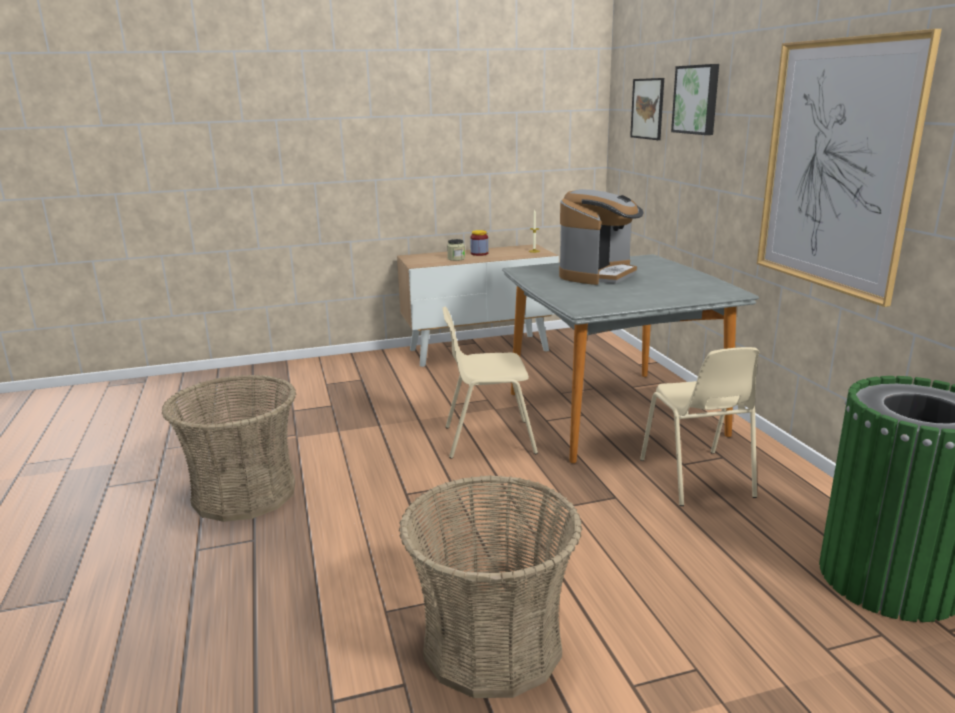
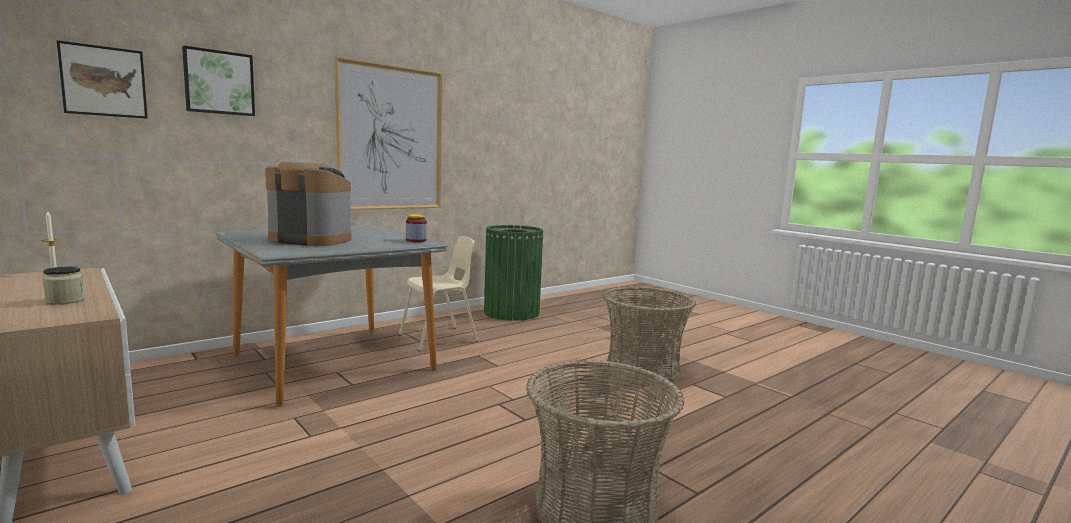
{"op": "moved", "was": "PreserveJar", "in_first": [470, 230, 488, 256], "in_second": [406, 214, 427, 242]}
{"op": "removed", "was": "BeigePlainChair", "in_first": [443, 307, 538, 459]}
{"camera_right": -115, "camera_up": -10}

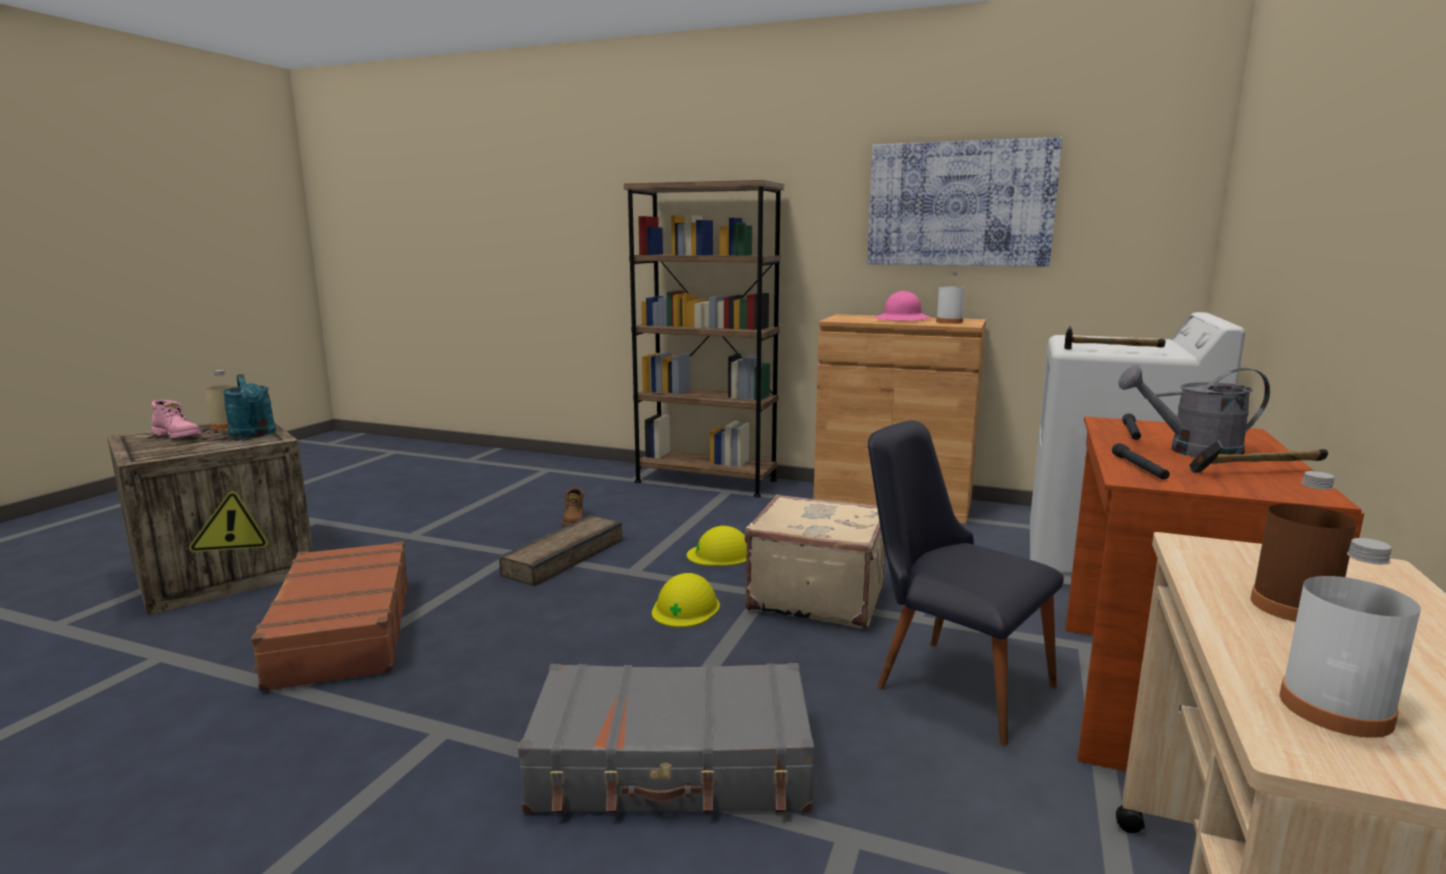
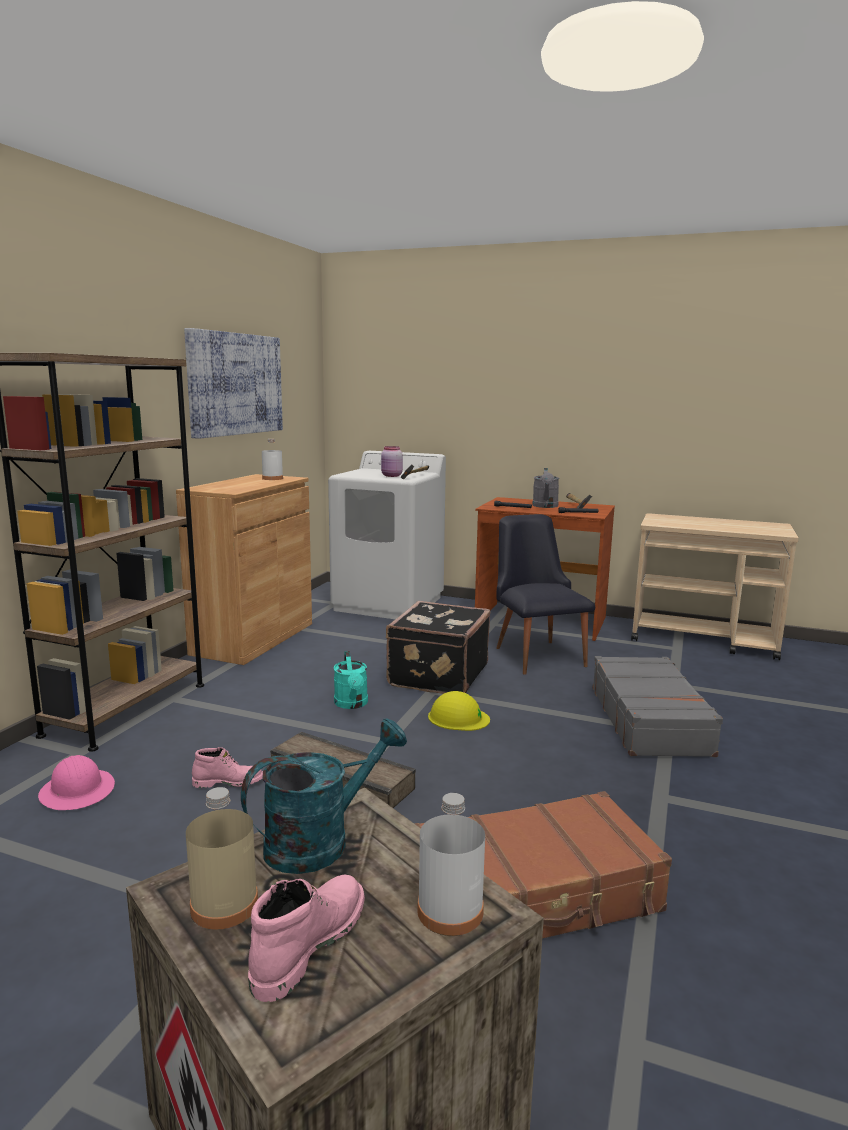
{"op": "moved", "was": "PinkWorkHelmet", "in_first": [874, 291, 931, 321], "in_second": [38, 755, 115, 810]}
{"op": "turned", "was": "BlackishPlainChair", "in_first": [868, 420, 1064, 746], "in_second": [496, 514, 595, 675], "clockwise": 120}
{"op": "removed", "was": "BrownDrinkBottle", "in_first": [1250, 471, 1357, 622]}
{"op": "recoloured", "was": "BrownTallBoot", "now": "PinkTallBoot", "in_first": [562, 488, 584, 526], "in_second": [192, 747, 263, 788]}
{"op": "recoloured", "was": "BeigePieceOfLuggage", "now": "BlackishPieceOfLuggage", "in_first": [745, 494, 885, 629], "in_second": [386, 601, 490, 694]}
{"op": "replaced", "was": "YellowColouredWorkHelmet", "now": "TurquoiseColouredSprinklingCan", "in_first": [687, 526, 747, 566], "in_second": [333, 651, 368, 709]}
{"op": "moved", "was": "WhitishDrinkBottle", "in_first": [1280, 538, 1421, 738], "in_second": [417, 793, 485, 936]}
{"op": "added", "now": "PinkPreserveJar", "in_second": [381, 446, 403, 477]}
{"camera_right": -90, "camera_up": 0}

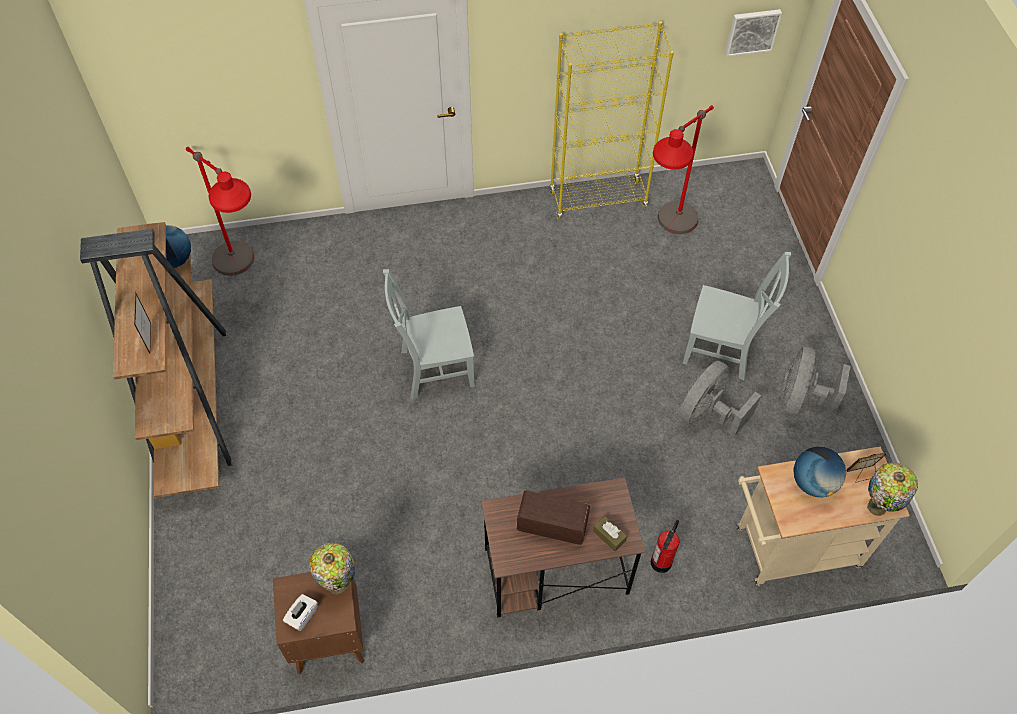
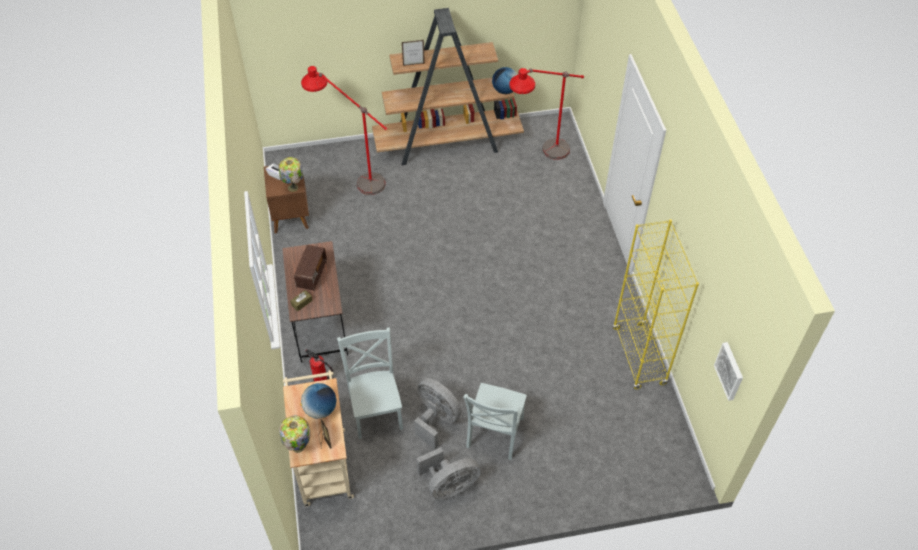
{"op": "moved", "was": "RedFloorLamp", "in_first": [653, 105, 714, 234], "in_second": [301, 66, 387, 195]}
{"op": "moved", "was": "GreyishPlainChair", "in_first": [383, 269, 475, 400], "in_second": [337, 328, 403, 439]}
{"op": "turned", "was": "GreyishElectricFan", "in_first": [781, 347, 851, 415], "in_second": [416, 447, 481, 499], "clockwise": 135}
{"camera_right": 90, "camera_up": -5}

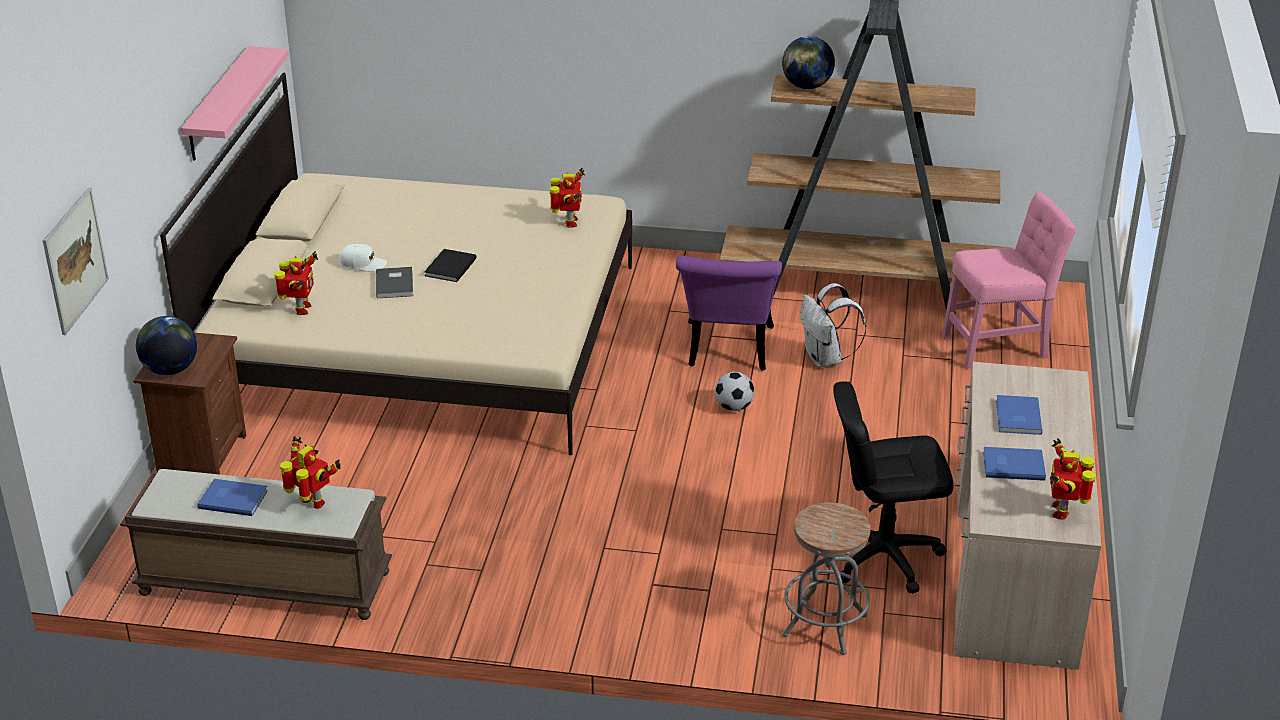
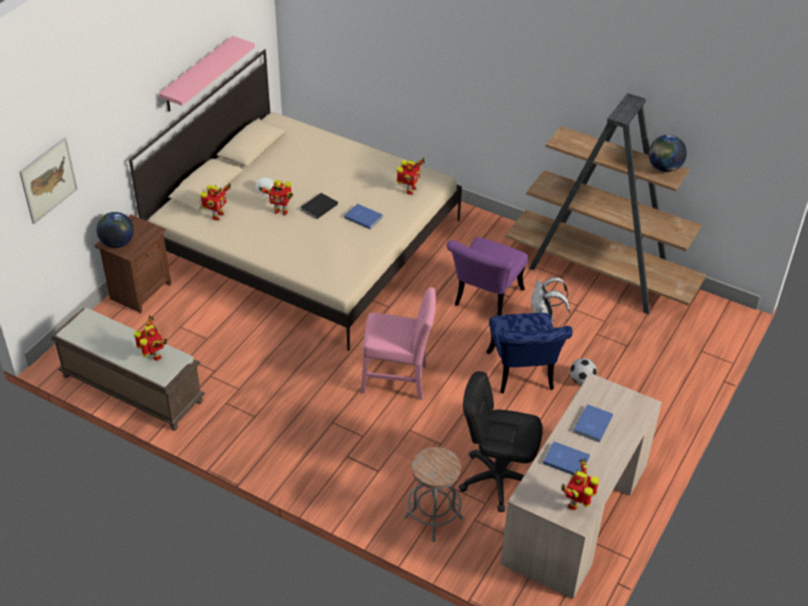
{"op": "moved", "was": "DeskGlobe", "in_first": [782, 36, 835, 89], "in_second": [649, 135, 687, 172]}
{"op": "moved", "was": "PinkPlainChair", "in_first": [942, 192, 1076, 369], "in_second": [361, 287, 436, 400]}
{"op": "replaced", "was": "GreyishBook", "now": "ModelRobot", "in_first": [376, 267, 413, 298], "in_second": [259, 180, 293, 216]}
{"op": "moved", "was": "Football", "in_first": [715, 372, 754, 411], "in_second": [570, 358, 597, 385]}
{"op": "moved", "was": "BluishBook", "in_first": [198, 479, 268, 516], "in_second": [344, 204, 383, 229]}
{"op": "added", "now": "BluishPlainChair", "in_second": [487, 313, 573, 394]}
{"camera_right": 20, "camera_up": 10}

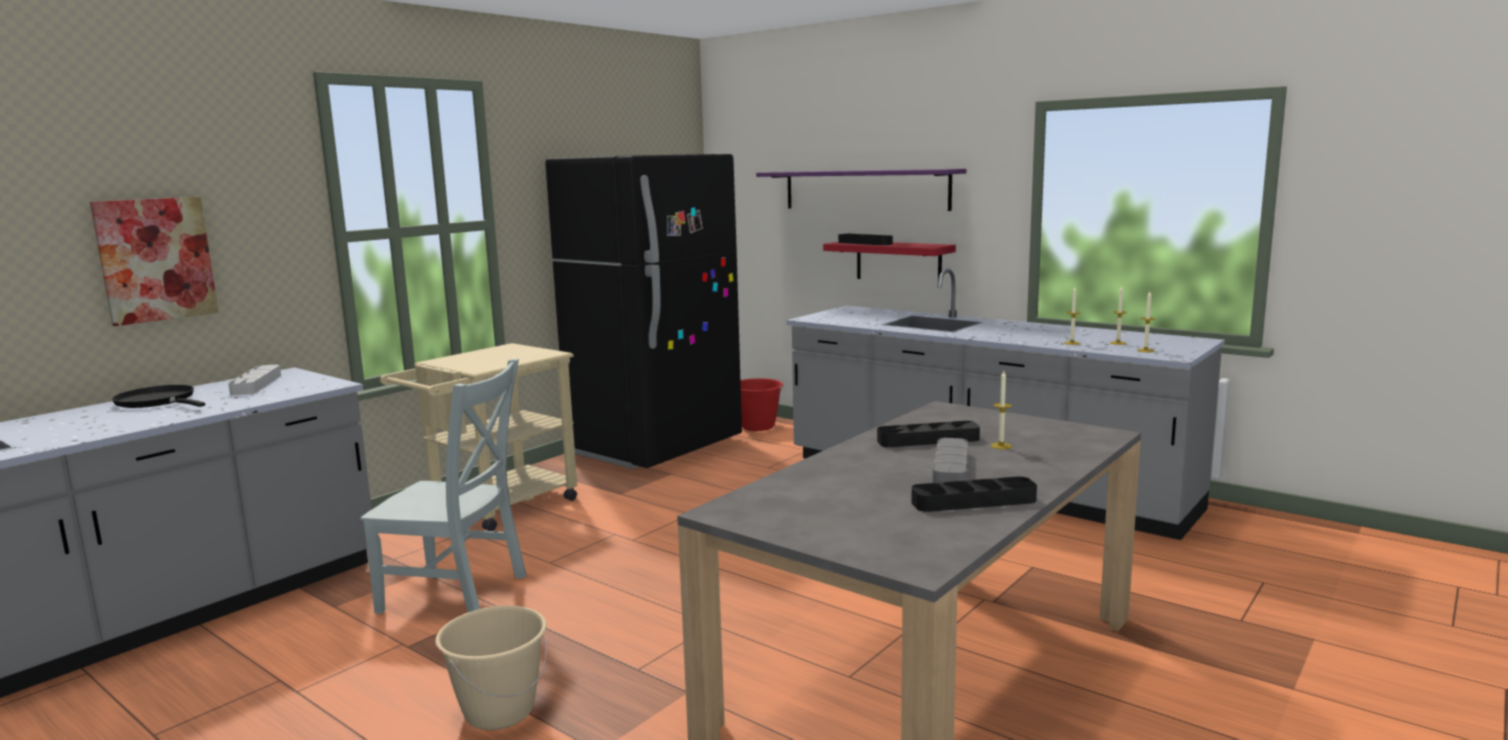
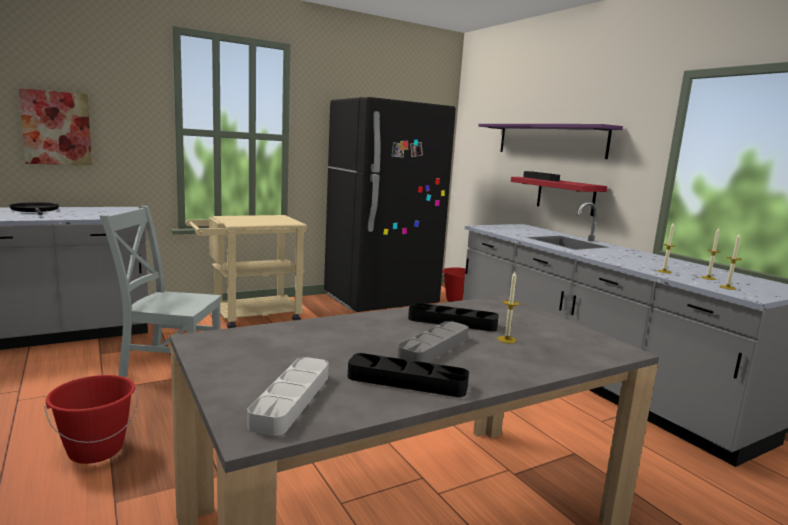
{"op": "turned", "was": "GreyishPlainChair", "in_first": [360, 359, 526, 614], "in_second": [99, 206, 222, 377], "clockwise": 150}
{"op": "moved", "was": "GreyishCarryingTray", "in_first": [228, 365, 281, 395], "in_second": [248, 357, 329, 436]}
{"op": "recoloured", "was": "BeigePail", "now": "RedPail", "in_first": [435, 605, 547, 730], "in_second": [44, 375, 138, 464]}
{"camera_right": 20, "camera_up": 0}

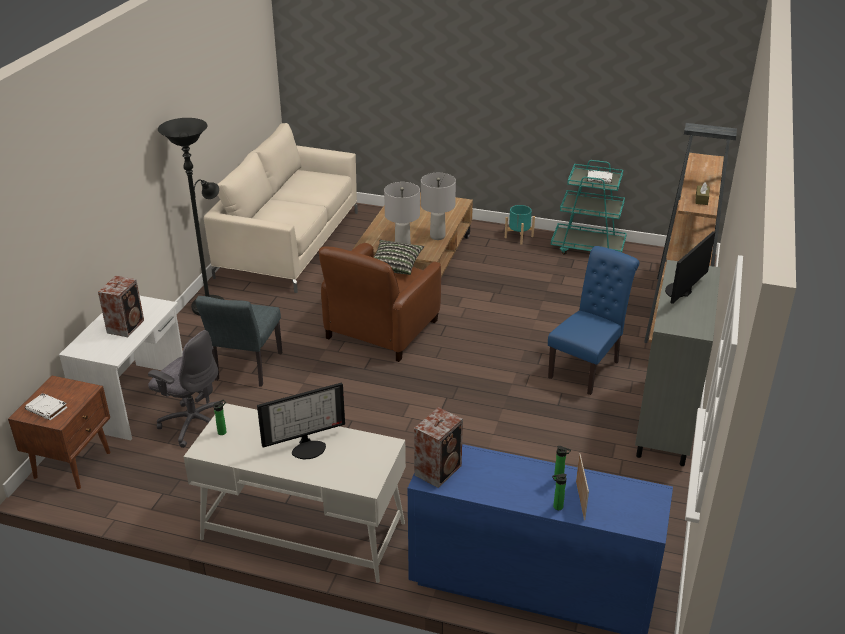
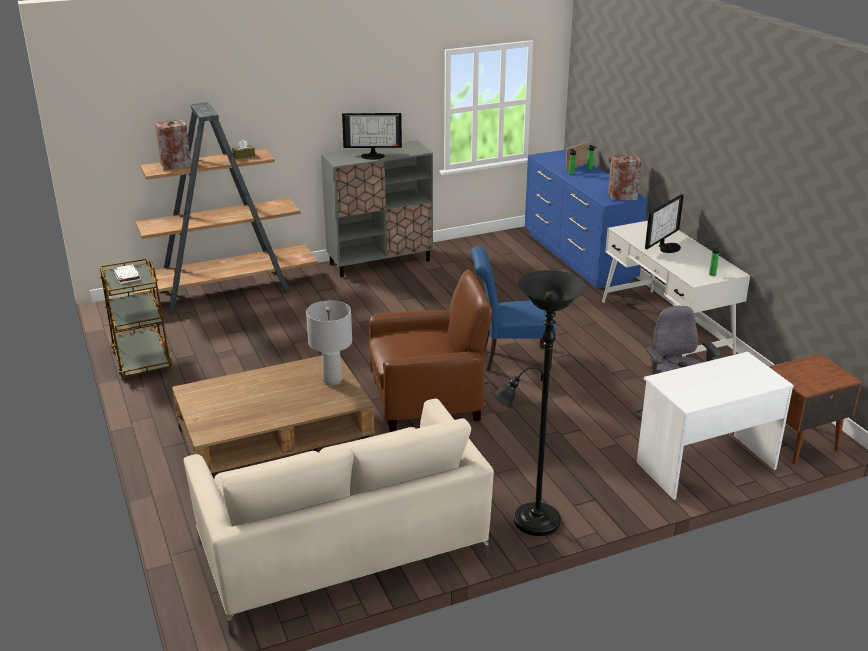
{"op": "recoloured", "was": "TurquoiseColouredCart", "now": "BrownCart", "in_first": [551, 160, 627, 255], "in_second": [100, 258, 172, 377]}
{"op": "removed", "was": "GreyishTabletopLamp", "in_first": [421, 173, 456, 240]}
{"op": "removed", "was": "TurquoiseColouredPlanter", "in_first": [505, 205, 535, 245]}
{"op": "removed", "was": "Cushion", "in_first": [373, 240, 424, 275]}
{"op": "moved", "was": "BluishPlainChair", "in_first": [548, 246, 639, 395], "in_second": [471, 246, 556, 371]}
{"op": "moved", "was": "Speaker", "in_first": [98, 276, 144, 337], "in_second": [155, 120, 191, 170]}
{"op": "removed", "was": "GreyishPlainChair", "in_first": [196, 296, 282, 387]}
{"op": "turned", "was": "ComputerScreen", "in_first": [257, 383, 345, 459], "in_second": [645, 194, 684, 253], "clockwise": 105}
{"op": "removed", "was": "WhitishBook", "in_first": [25, 393, 68, 420]}
{"camera_right": -130, "camera_up": -5}

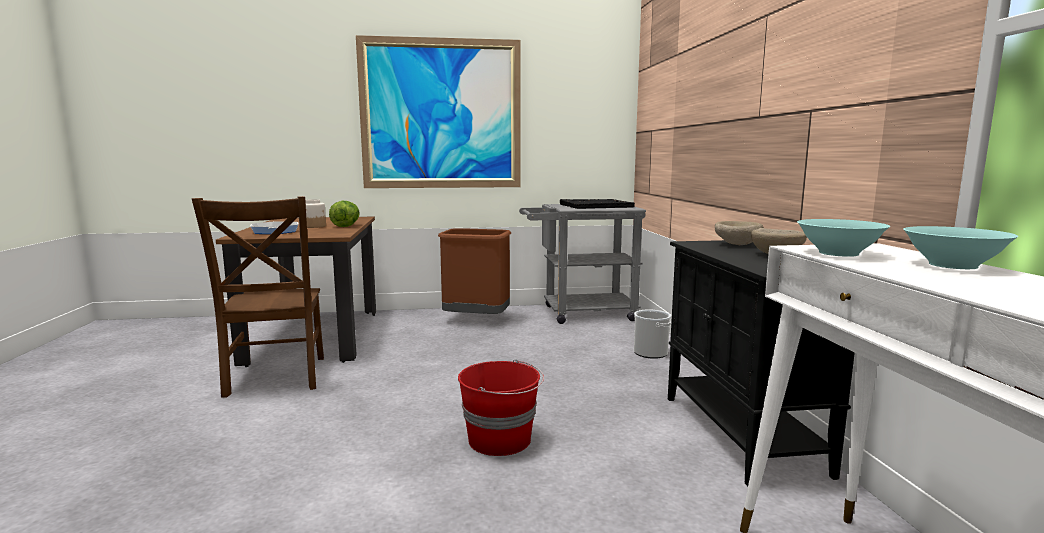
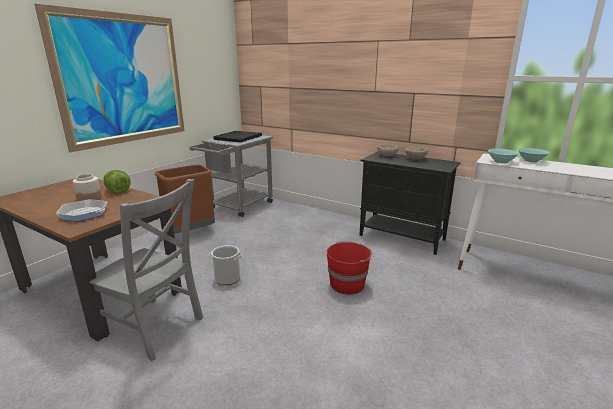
{"op": "recoloured", "was": "BrownPlainChair", "now": "GreyishPlainChair", "in_first": [192, 196, 324, 398], "in_second": [89, 179, 203, 361]}
{"op": "moved", "was": "Pail", "in_first": [634, 310, 671, 359], "in_second": [209, 245, 242, 285]}
{"camera_right": -50, "camera_up": 10}

